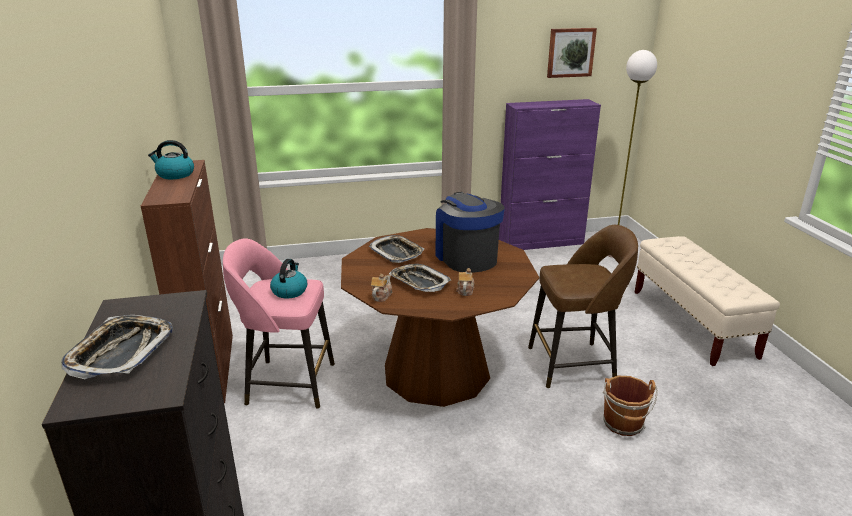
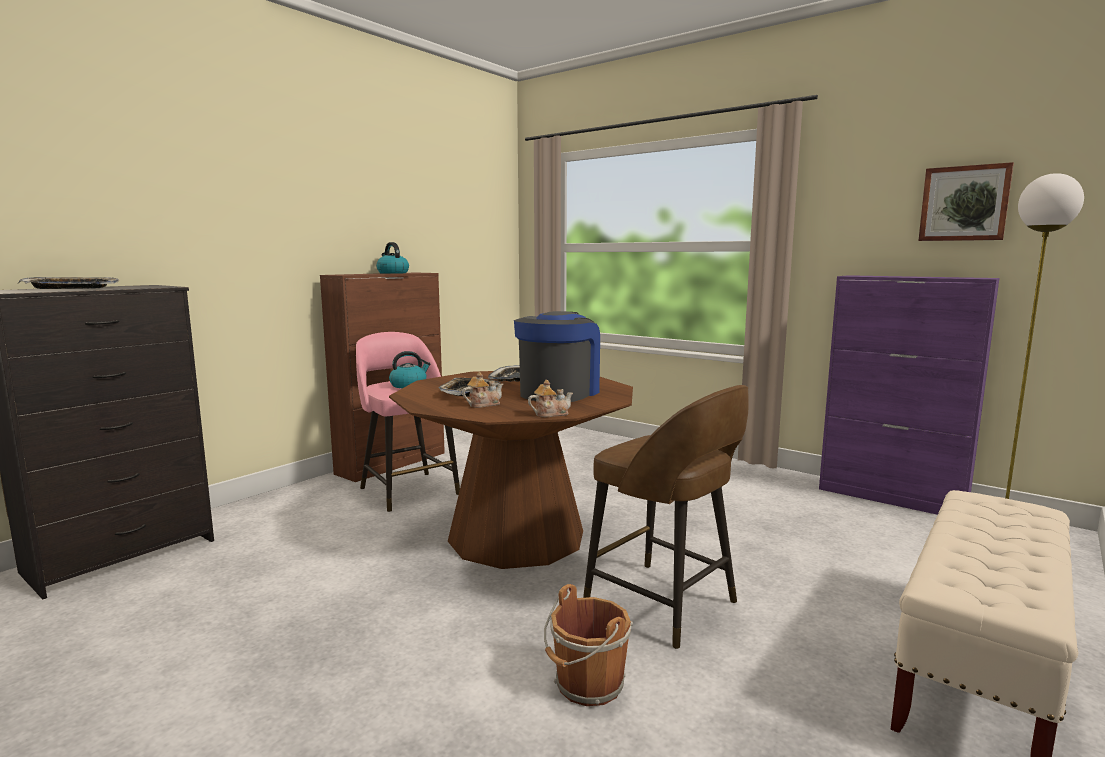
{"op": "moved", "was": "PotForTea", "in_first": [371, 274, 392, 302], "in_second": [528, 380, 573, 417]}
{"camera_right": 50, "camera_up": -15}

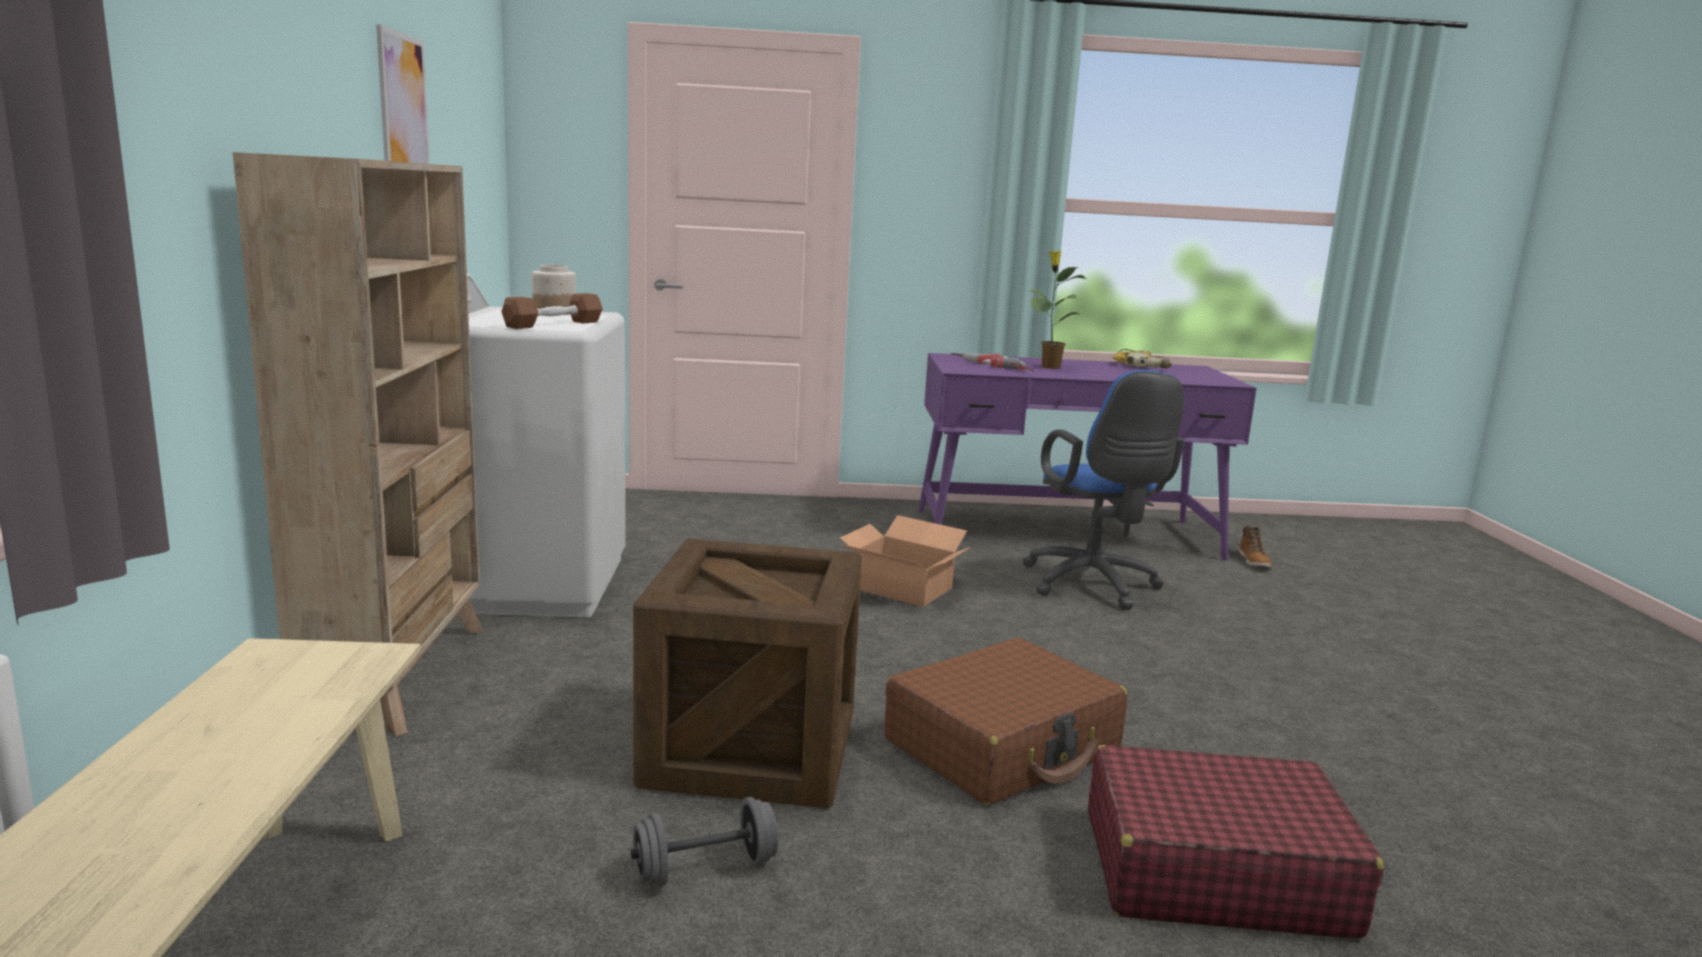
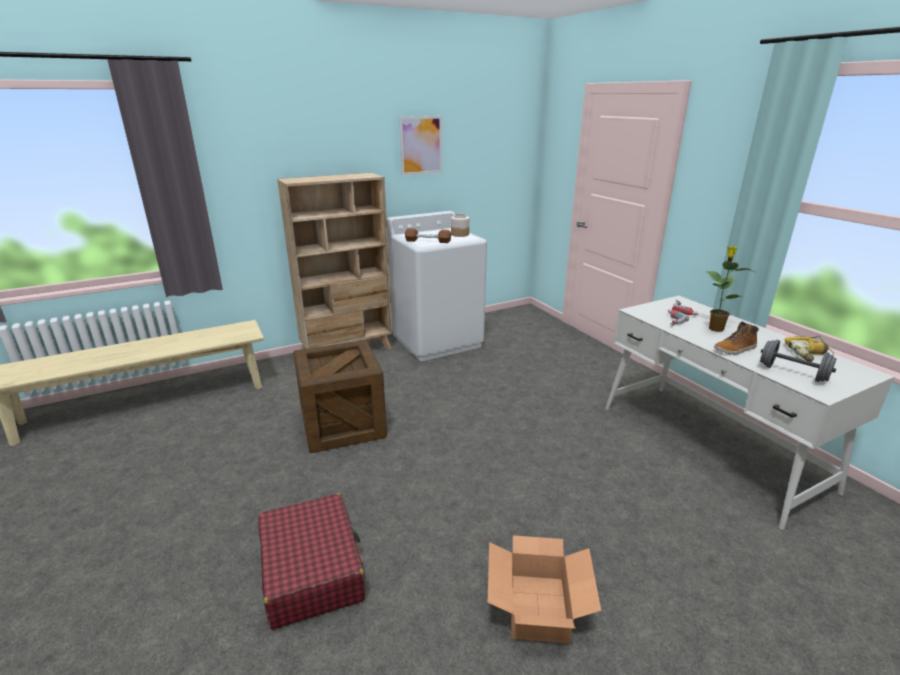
{"op": "recoloured", "was": "PurpleColouredDeskTable", "now": "WhitishDeskTable", "in_first": [918, 353, 1257, 560], "in_second": [605, 296, 894, 530]}
{"op": "removed", "was": "BluishComputerChair", "in_first": [1022, 370, 1184, 610]}
{"op": "moved", "was": "CardboardBox", "in_first": [840, 515, 971, 607], "in_second": [488, 536, 601, 643]}
{"op": "moved", "was": "TallBoot", "in_first": [1239, 526, 1272, 568], "in_second": [714, 321, 759, 355]}
{"op": "removed", "was": "BrownPieceOfLuggage", "in_first": [884, 638, 1127, 805]}
{"op": "moved", "was": "GreyishFreeWeight", "in_first": [631, 797, 778, 887], "in_second": [760, 340, 836, 382]}
{"camera_right": 65, "camera_up": 10}

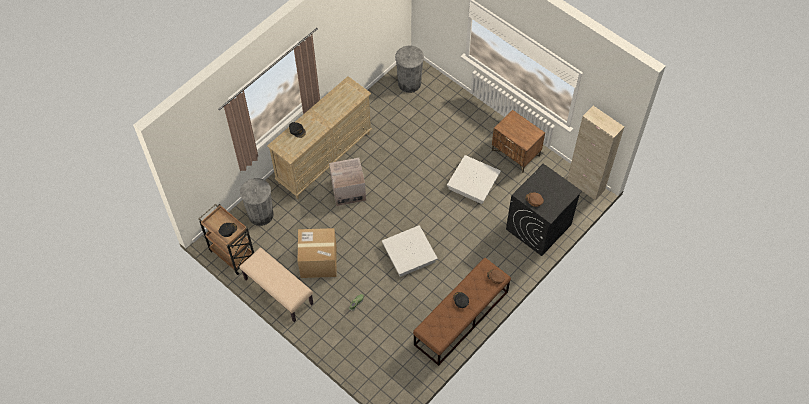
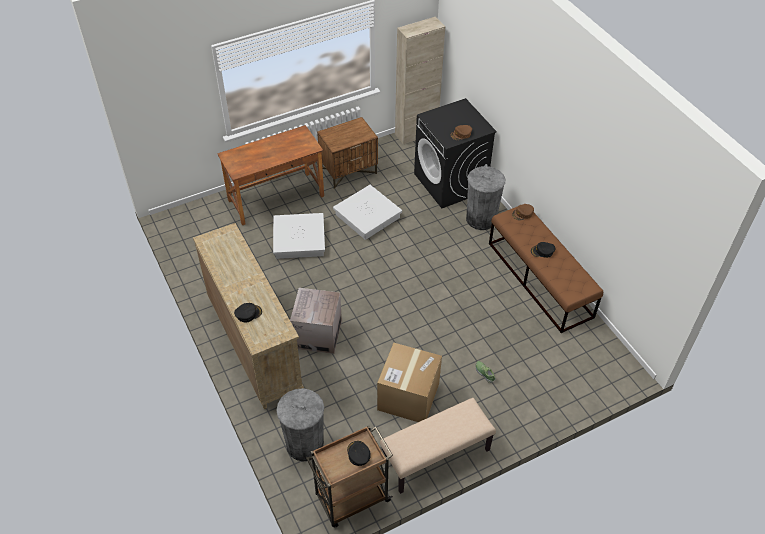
{"op": "moved", "was": "GreyishTrashCan", "in_first": [395, 45, 424, 93], "in_second": [466, 166, 505, 230]}
{"op": "moved", "was": "WhitishStorageBin", "in_first": [382, 225, 438, 277], "in_second": [273, 213, 325, 259]}
{"op": "added", "now": "BrownDeskTable", "in_second": [217, 125, 324, 225]}
{"camera_right": -70, "camera_up": -10}

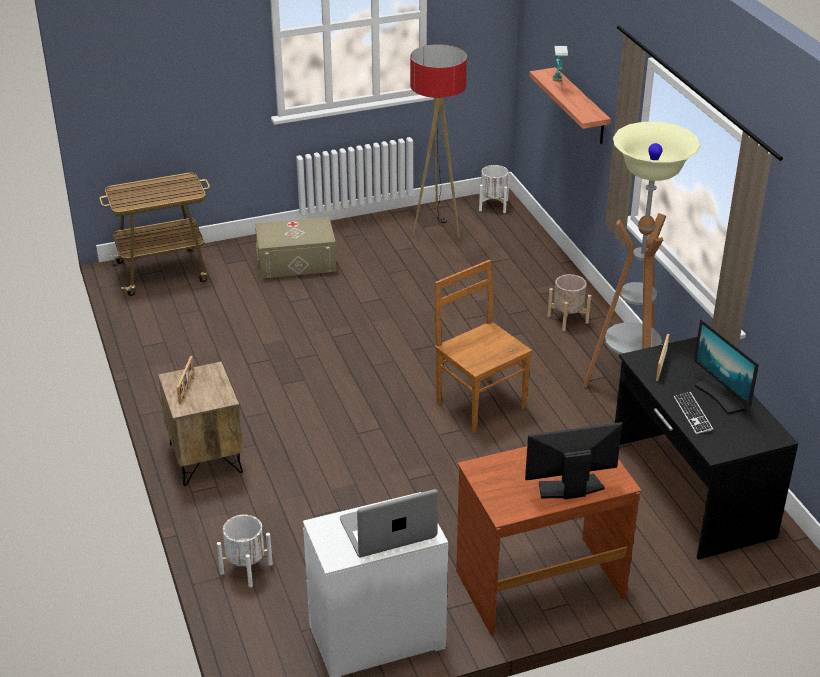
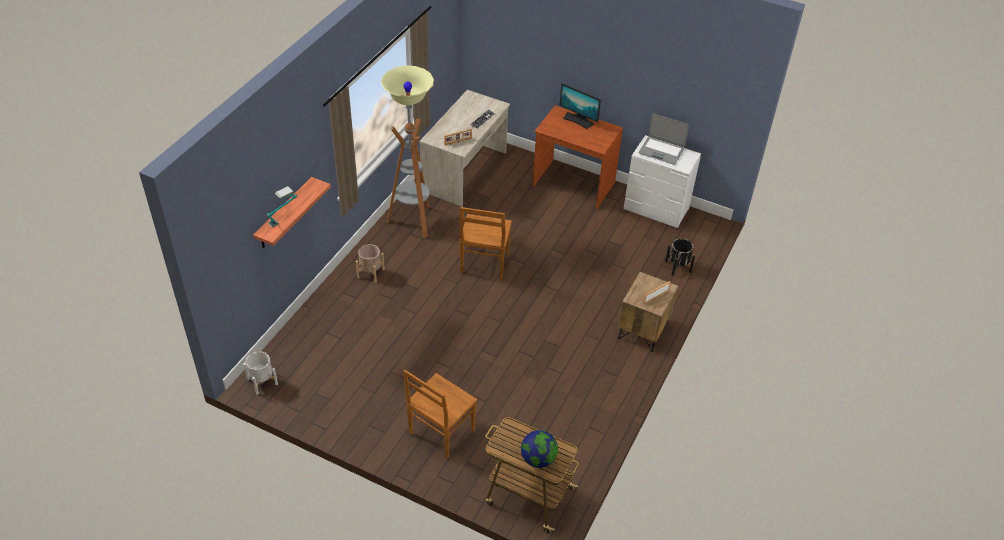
{"op": "removed", "was": "FloorLamp", "in_first": [410, 44, 467, 238]}
{"op": "replaced", "was": "BeigeStorageBin", "now": "BrownPlainChair", "in_first": [255, 217, 337, 279], "in_second": [403, 370, 477, 459]}
{"op": "removed", "was": "ComputerScreen", "in_first": [694, 319, 759, 414]}
{"op": "recoloured", "was": "BlackishDeskTable", "now": "BeigeDeskTable", "in_first": [615, 337, 798, 560], "in_second": [420, 90, 510, 206]}
{"op": "recoloured", "was": "WhitishPlanter", "now": "BlackishPlanter", "in_first": [217, 515, 273, 587], "in_second": [665, 238, 695, 276]}
{"op": "added", "now": "DeskGlobe", "in_second": [521, 430, 558, 468]}
{"camera_right": -135, "camera_up": 10}

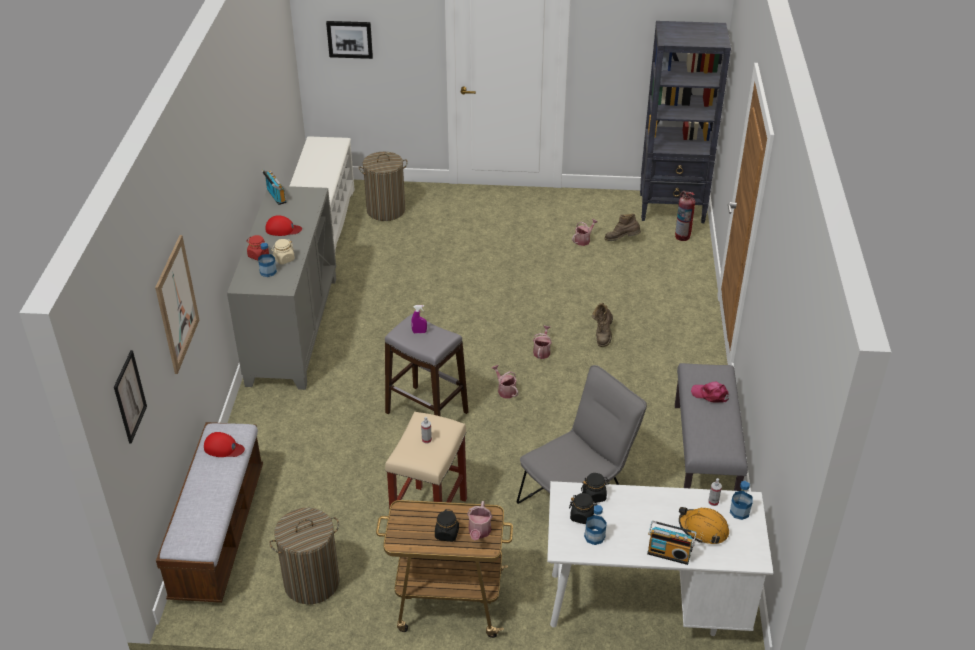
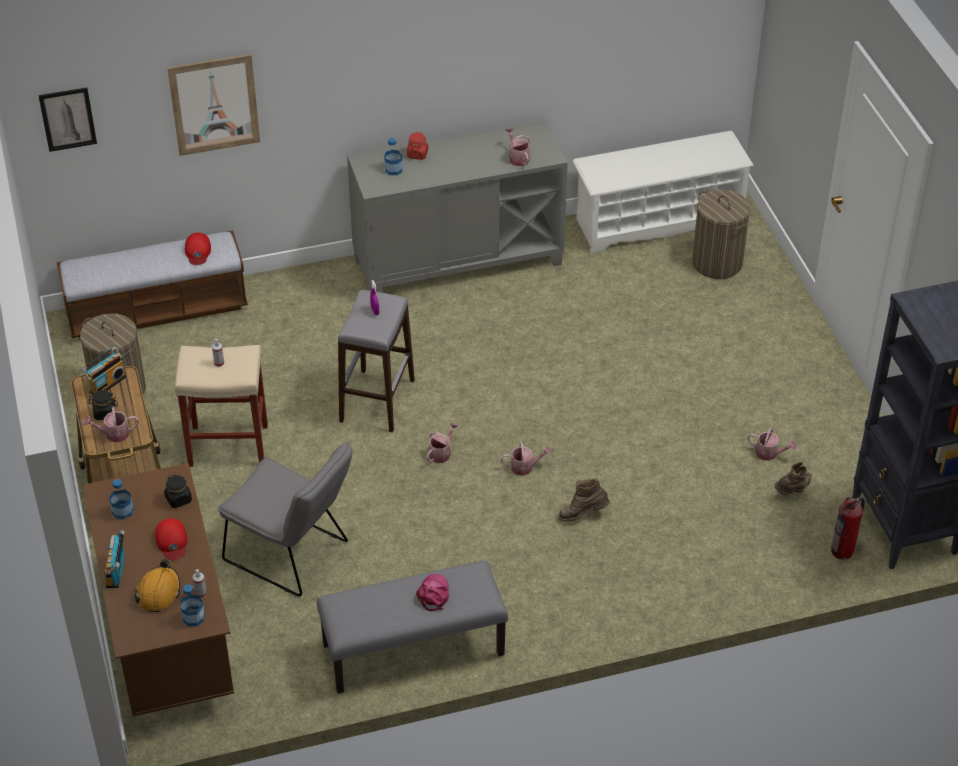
{"op": "removed", "was": "WallArt", "in_first": [326, 21, 373, 59]}
{"op": "moved", "was": "RadioReceiver", "in_first": [262, 170, 287, 205], "in_second": [81, 347, 127, 395]}
{"op": "turned", "was": "BrownTallBoot", "in_first": [604, 214, 641, 241], "in_second": [775, 461, 813, 495], "clockwise": 60}
{"op": "moved", "was": "RedPeakedCap", "in_first": [266, 215, 302, 236], "in_second": [155, 518, 188, 560]}
{"op": "removed", "was": "BeigePreserveJar", "in_first": [272, 239, 295, 264]}
{"op": "recoloured", "was": "WhitishDeskTable", "now": "BrownDeskTable", "in_first": [547, 481, 773, 636], "in_second": [83, 463, 234, 717]}
{"op": "removed", "was": "BlackishPreserveJar", "in_first": [569, 493, 597, 524]}
{"op": "added", "now": "SprinklingCan", "in_second": [506, 128, 530, 166]}
{"camera_right": 70, "camera_up": 5}

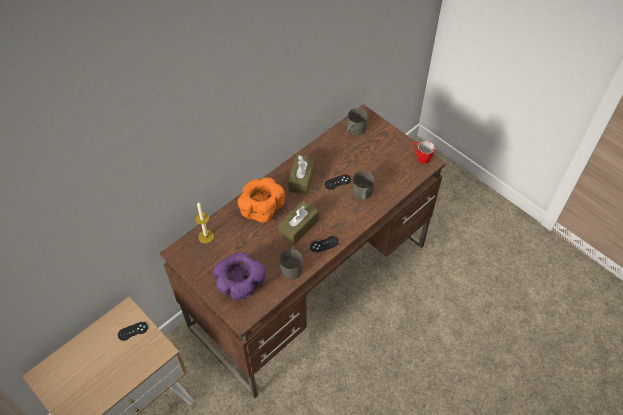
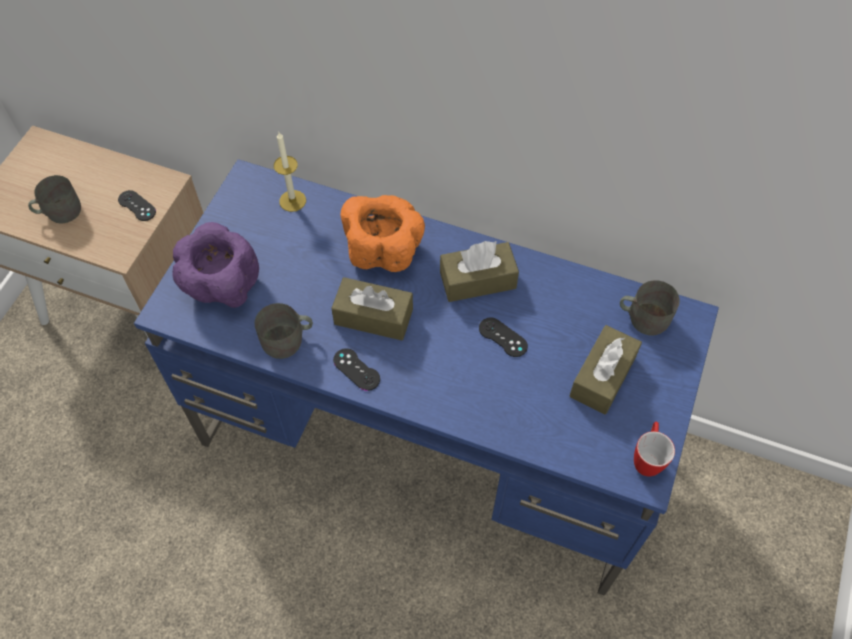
{"op": "recoloured", "was": "BrownDeskTable", "now": "BluishDeskTable", "in_first": [160, 104, 446, 398], "in_second": [134, 159, 719, 596]}
{"op": "moved", "was": "GreyishMug", "in_first": [352, 171, 375, 200], "in_second": [28, 175, 81, 223]}
{"op": "added", "now": "BrownTissueHolder", "in_second": [570, 325, 642, 415]}
{"camera_right": 65, "camera_up": 5}

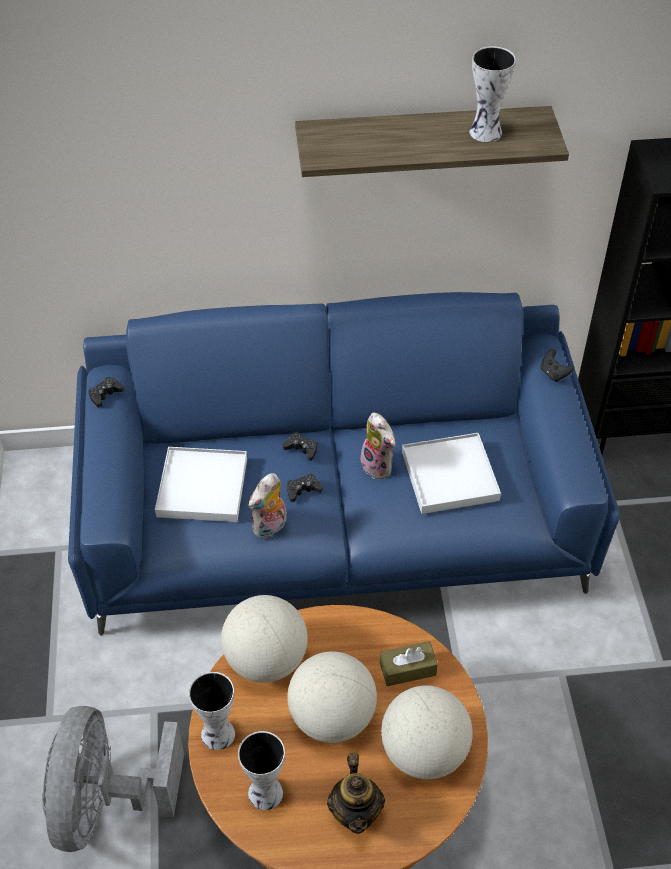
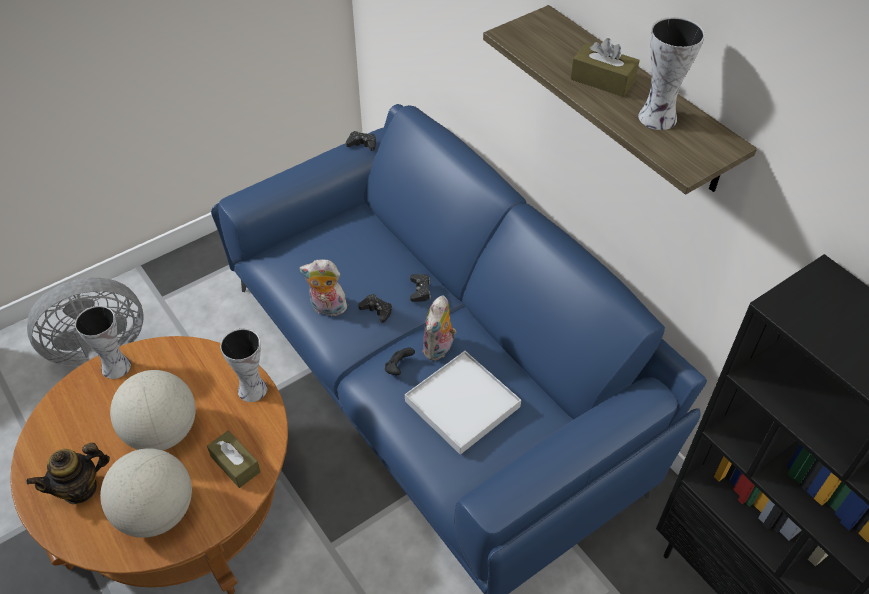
{"op": "moved", "was": "BlackishGameController", "in_first": [541, 349, 574, 382], "in_second": [385, 348, 415, 375]}
{"op": "removed", "was": "WhitishCarryingTray", "in_first": [155, 447, 247, 522]}
{"op": "removed", "was": "DeskGlobe", "in_first": [221, 595, 308, 683]}
{"op": "moved", "was": "DecorativeVase", "in_first": [238, 731, 285, 810], "in_second": [220, 328, 267, 402]}
{"op": "added", "now": "BrownTissueHolder", "in_second": [570, 38, 640, 97]}
{"camera_right": 60, "camera_up": 0}

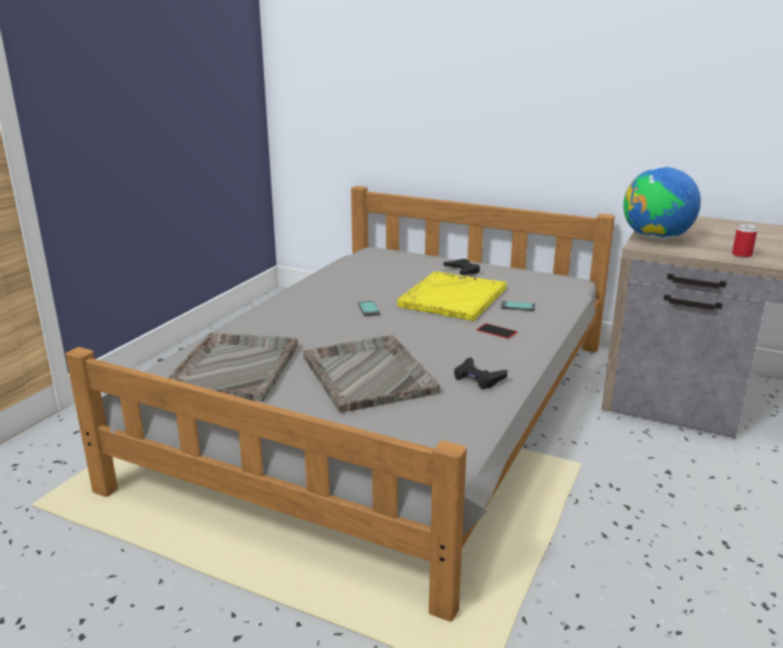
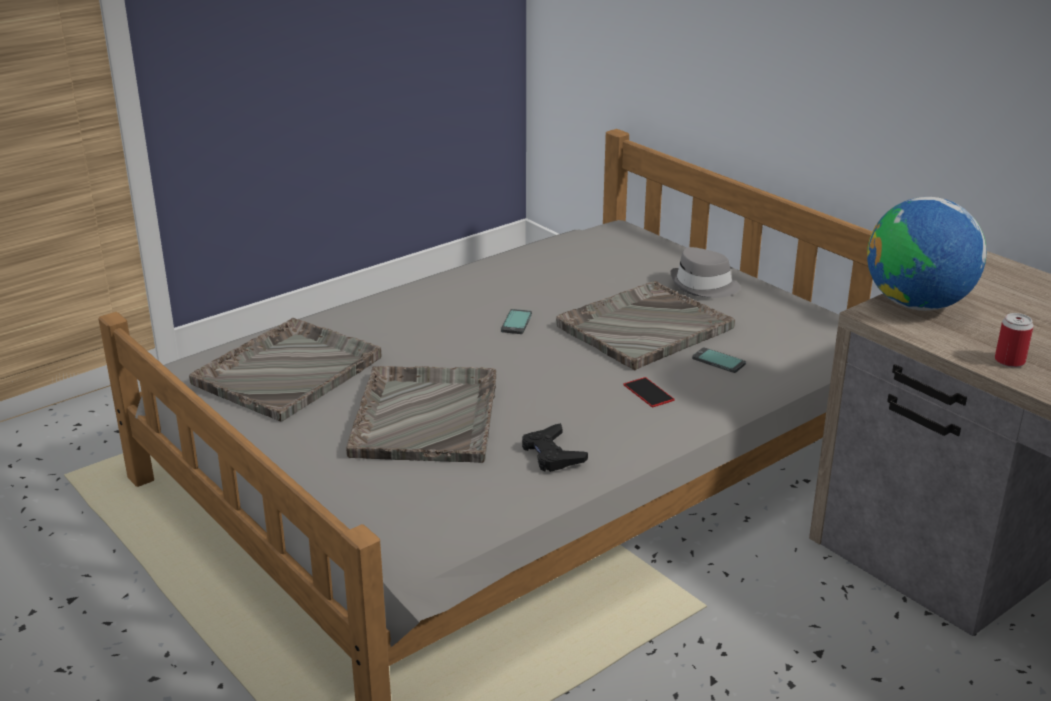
{"op": "replaced", "was": "BlackishGameController", "now": "GreyishClothingHat", "in_first": [444, 259, 480, 275], "in_second": [670, 247, 740, 298]}
{"op": "recoloured", "was": "YellowColouredCarryingTray", "now": "GreyishCarryingTray", "in_first": [397, 271, 506, 321], "in_second": [556, 281, 735, 370]}
{"camera_right": 25, "camera_up": 5}

